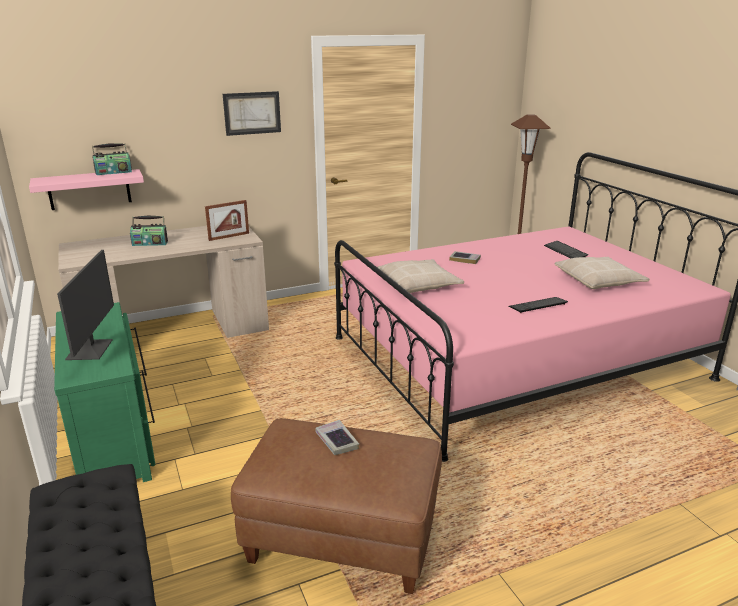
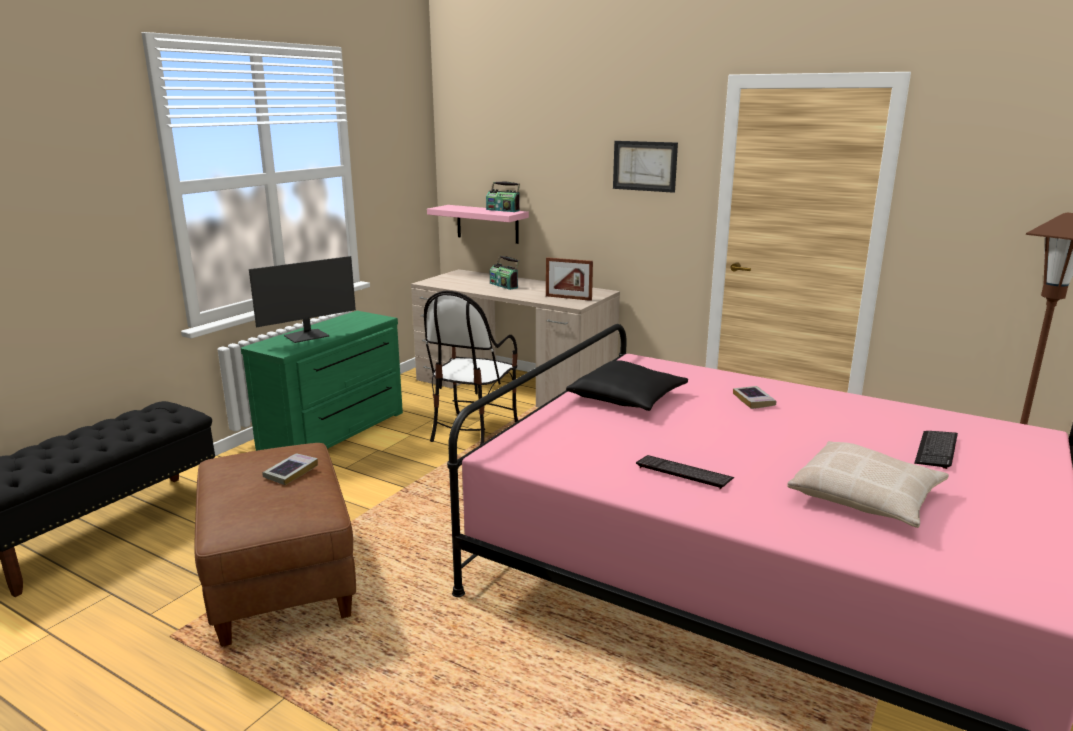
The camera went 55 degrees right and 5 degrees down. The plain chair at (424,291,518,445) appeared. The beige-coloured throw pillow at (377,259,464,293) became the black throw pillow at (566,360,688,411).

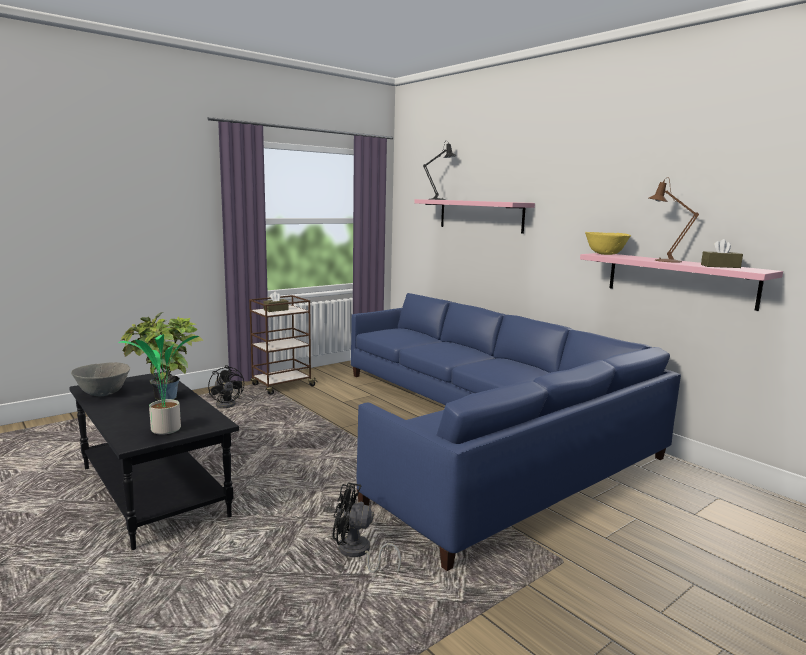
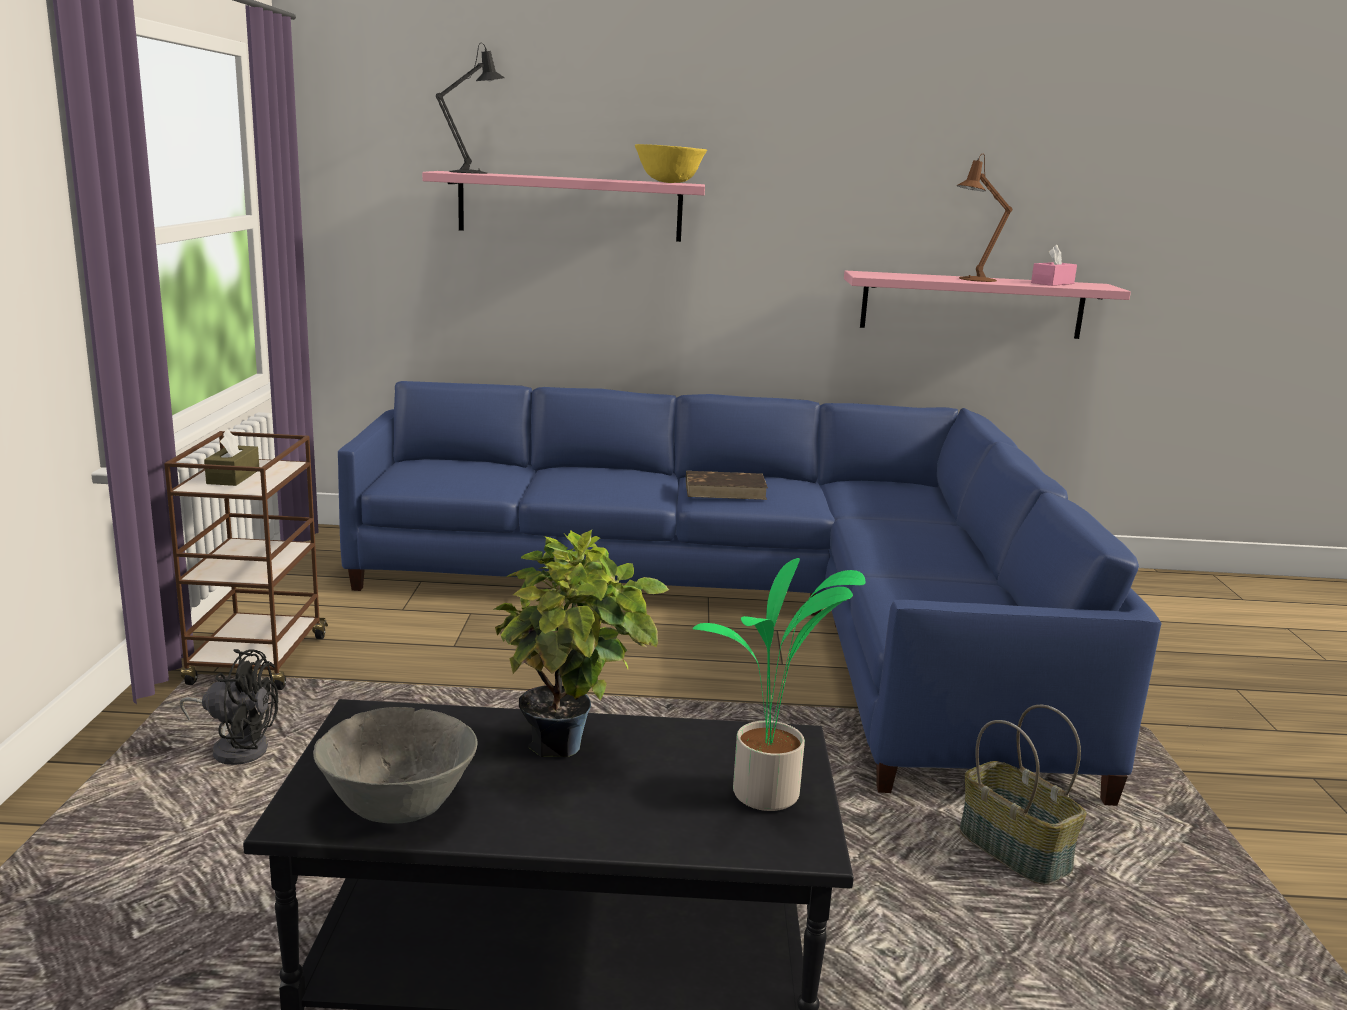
The camera went 50 degrees left and 5 degrees up. The yellowish bowl moved from (585,232,631,255) to (635,144,707,183). The brownish book at (686,471,768,500) appeared. The black fan at (332,482,401,574) was replaced by the basket at (960,705,1086,885). The brownish tissue box at (701,239,743,268) became the pink tissue box at (1031,245,1077,286).

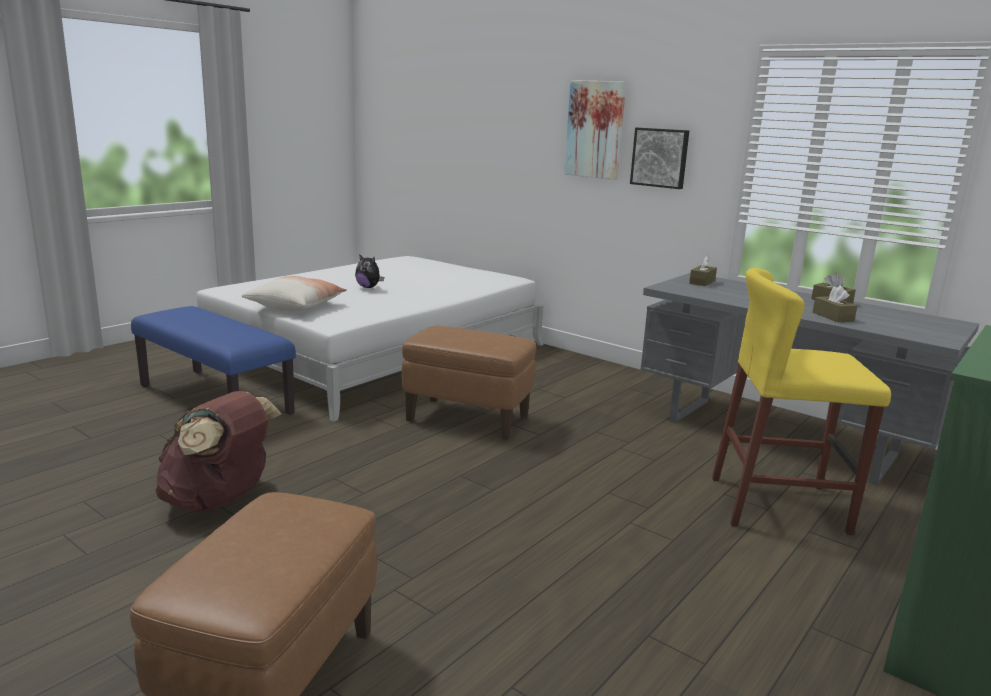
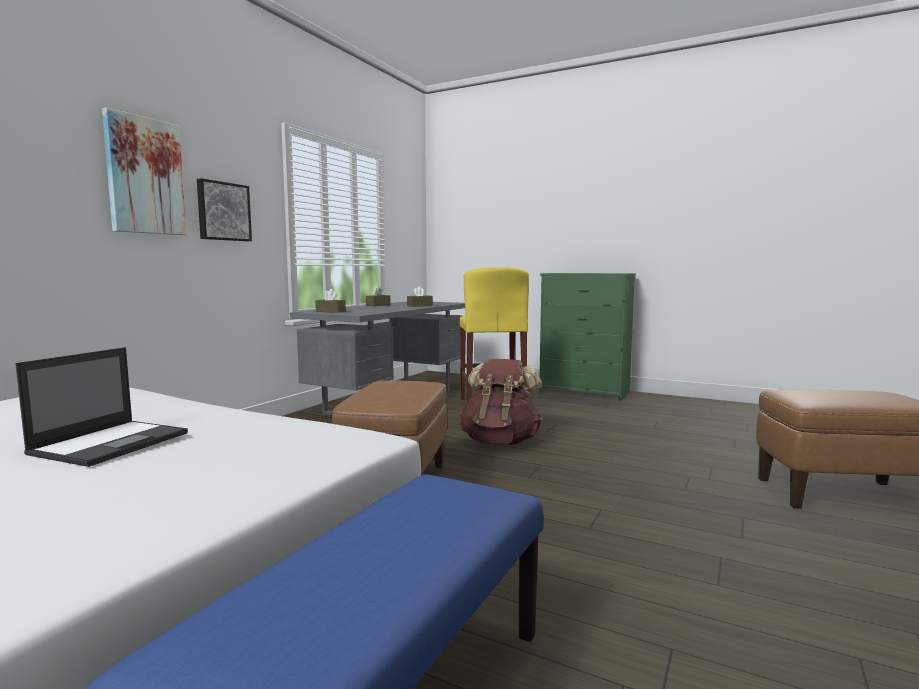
The camera went 100 degrees left and 10 degrees down. The plush toy at (355,254,384,288) was replaced by the notebook computer at (15,347,188,467). The brownish knapsack moved from (156,391,281,512) to (459,359,542,445). The throw pillow at (242,276,347,311) disappeared.

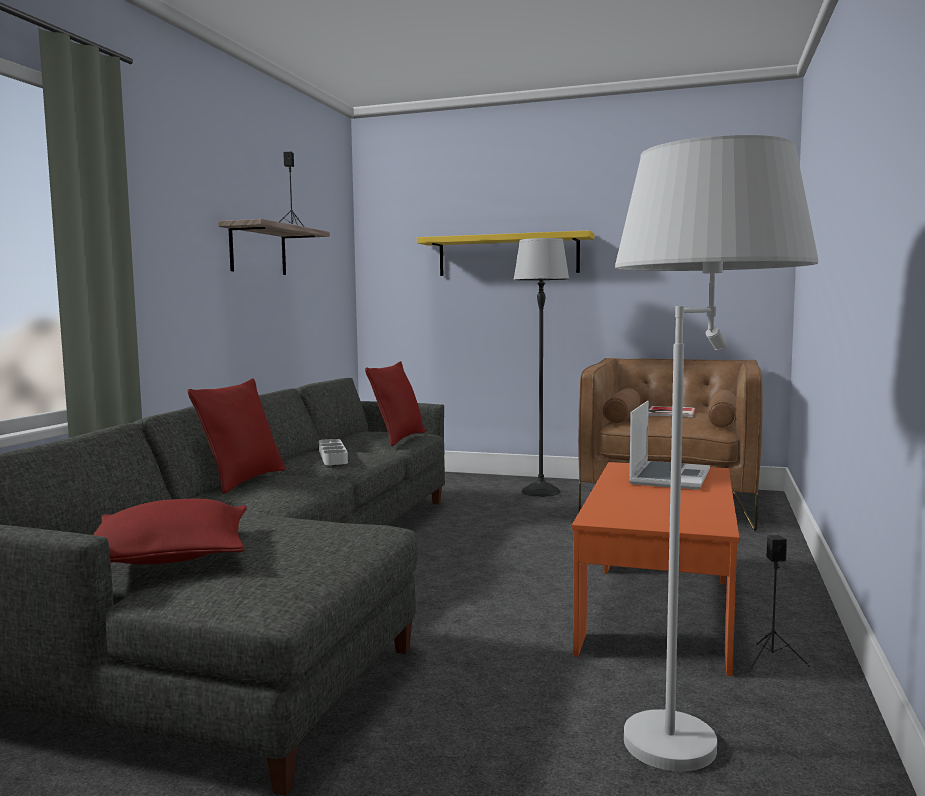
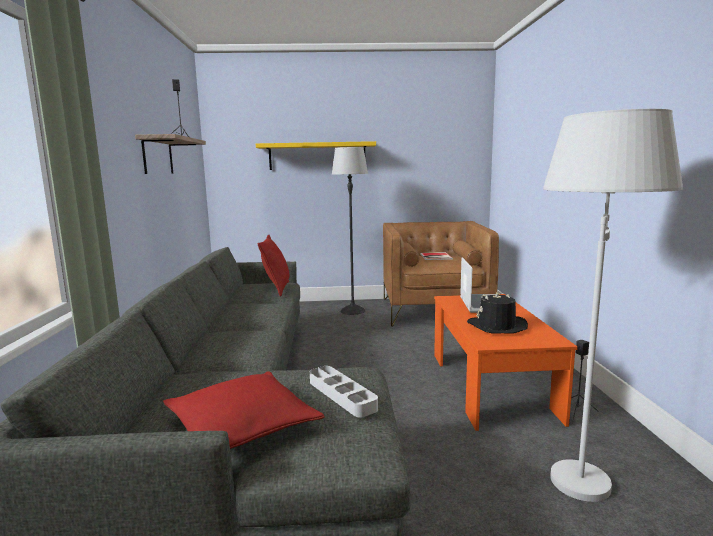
The camera went 20 degrees left and 5 degrees up. The grey carrying tray moved from (319,439,348,465) to (310,366,378,417). The black clothing hat at (467,292,528,334) appeared. The red throw pillow at (187,378,286,494) disappeared.

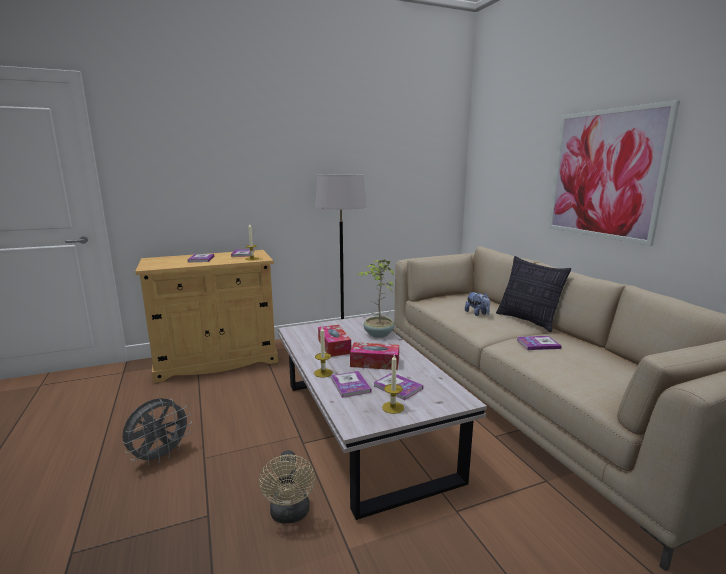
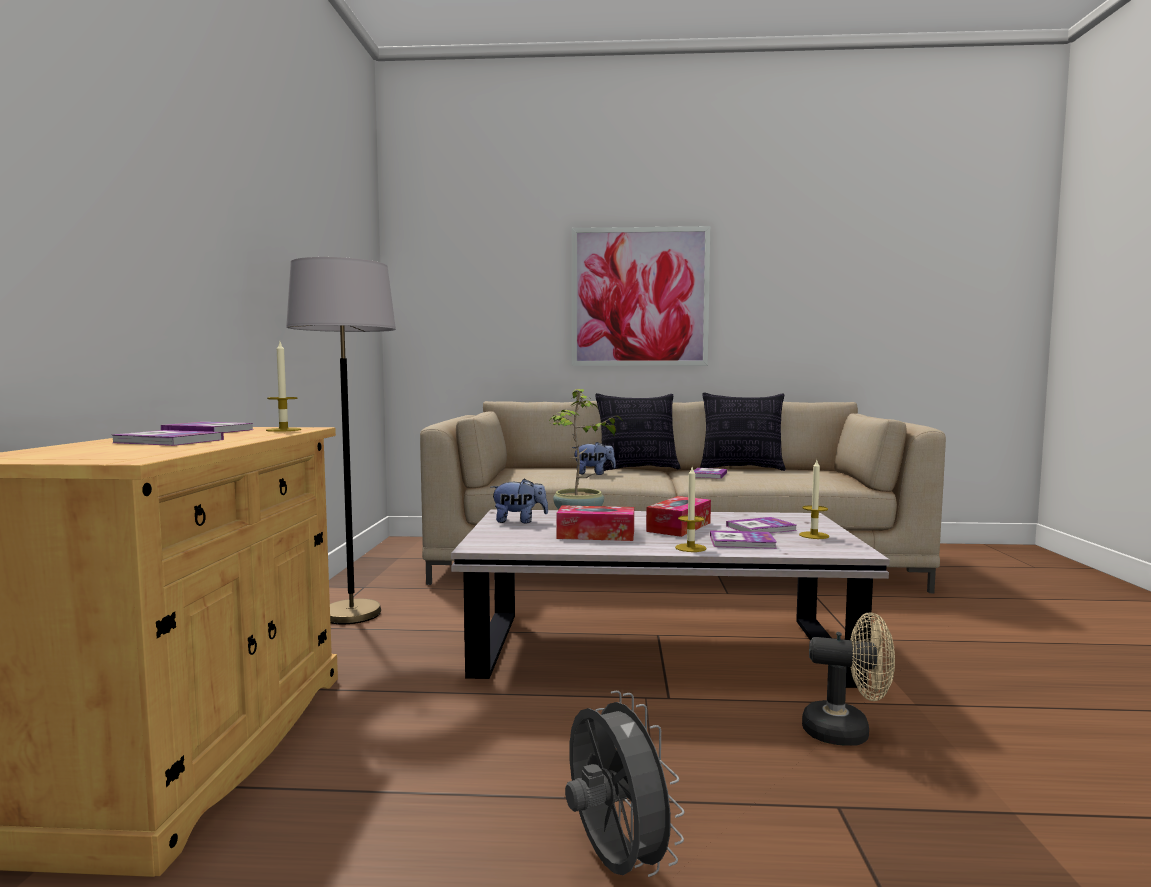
The camera went 65 degrees left and 10 degrees down. The plush toy at (491,479,548,523) appeared. The throw pillow at (700,392,786,471) appeared.

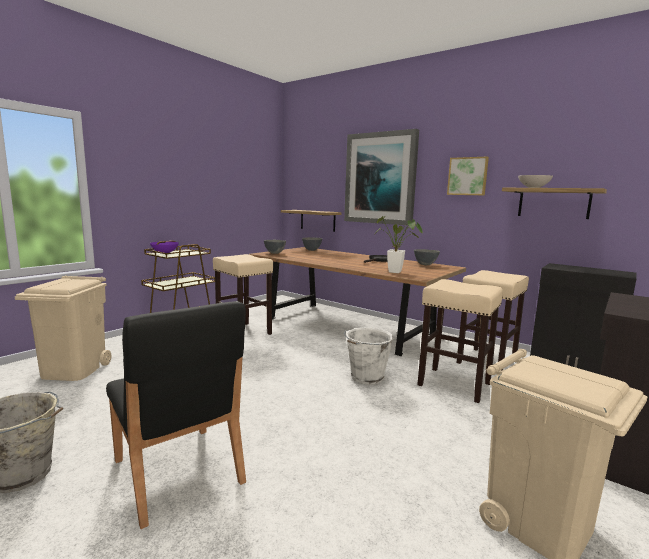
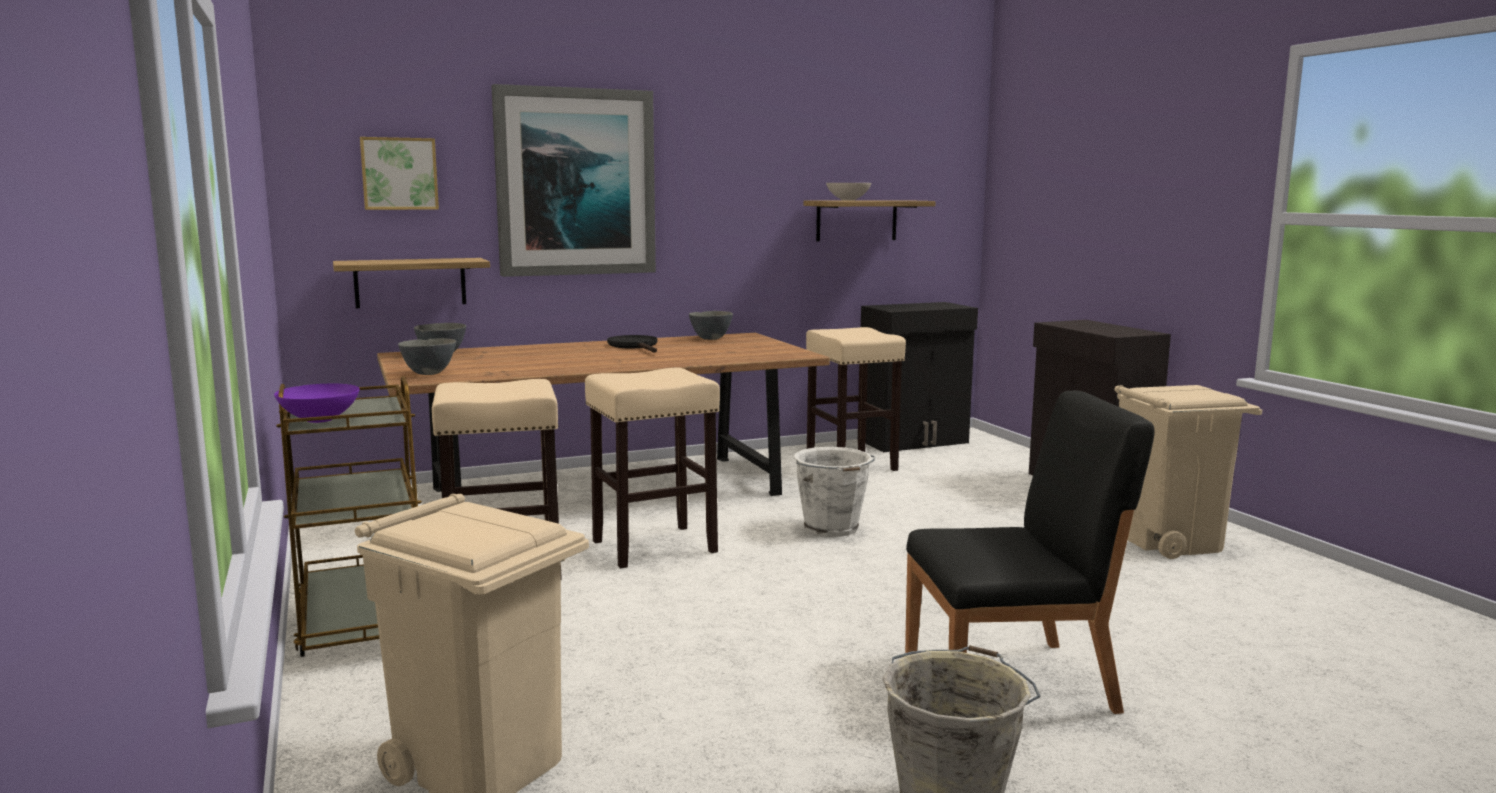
The camera went 60 degrees left and 0 degrees up. The wall art moved from (447,157,489,195) to (360,137,439,210). The beige-coloured stool seat moved from (417,279,503,403) to (585,368,720,568). The potted plant at (375,216,423,273) disappeared.

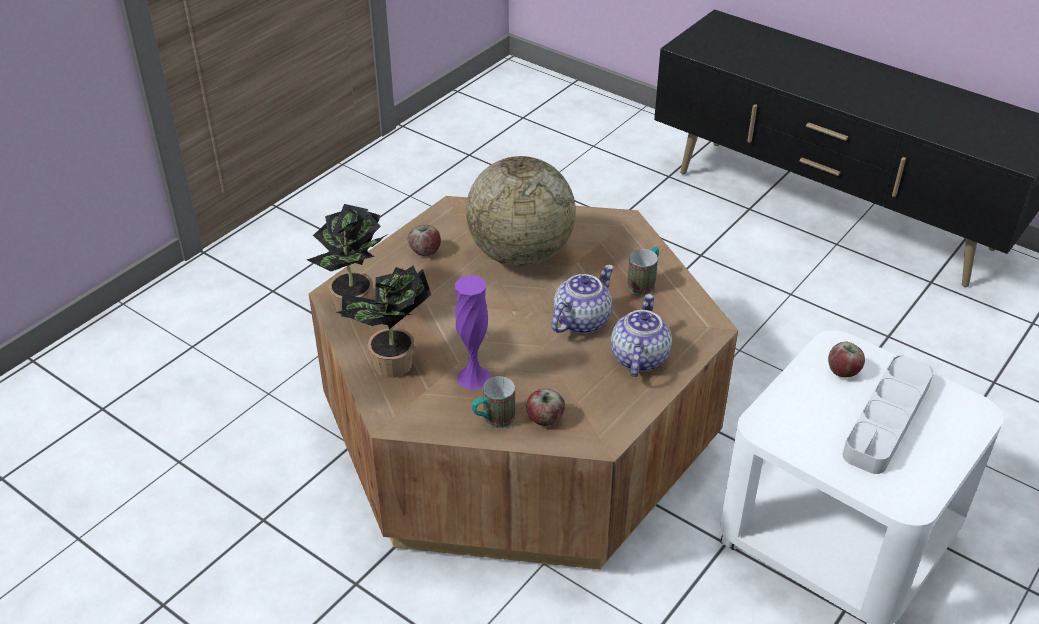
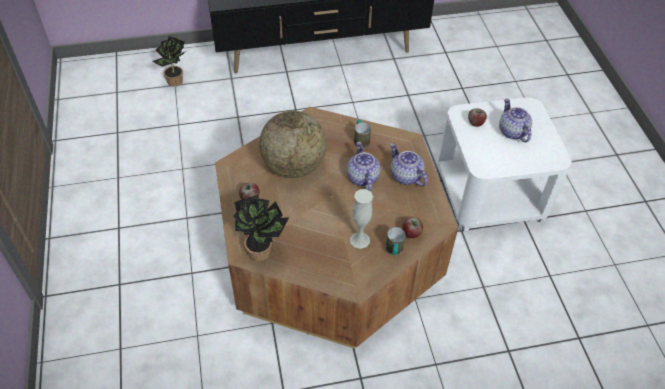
The camera went 50 degrees left and 10 degrees up. The potted plant moved from (337,266,431,378) to (152,36,186,86). The purple-coloured decorative vase at (455,275,491,390) became the white decorative vase at (350,189,373,249). The grey carrying tray at (843,355,934,474) was replaced by the tea pot at (499,98,532,142).

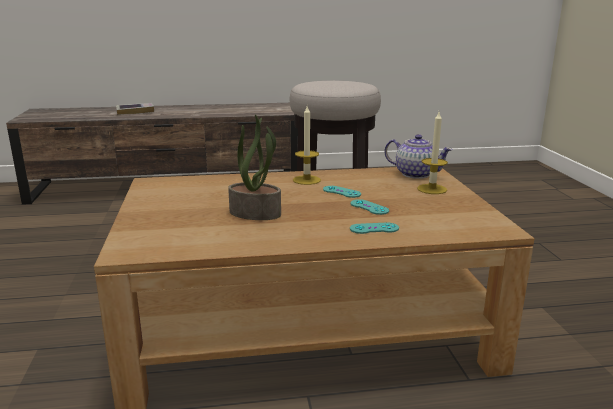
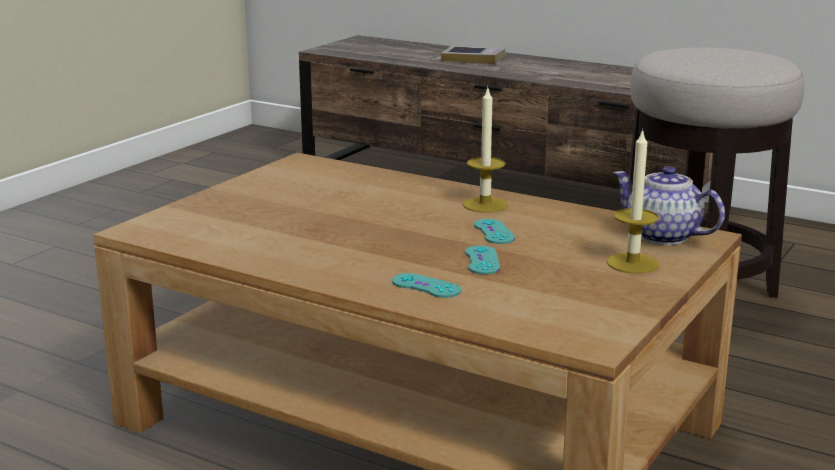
The camera went 40 degrees right and 0 degrees up. The tea pot at (384,134,453,179) turned 150 degrees clockwise. The potted plant at (228,115,281,220) disappeared.

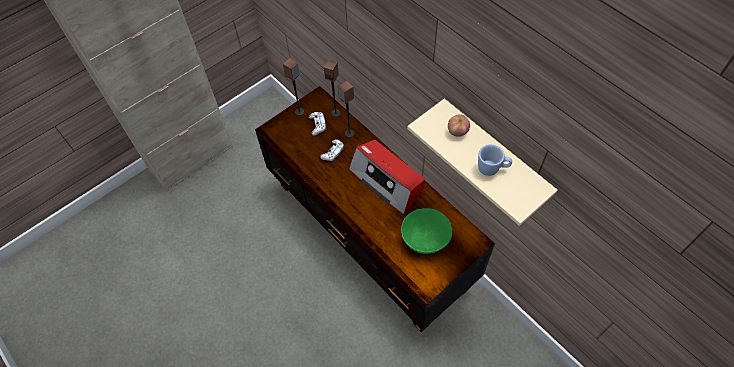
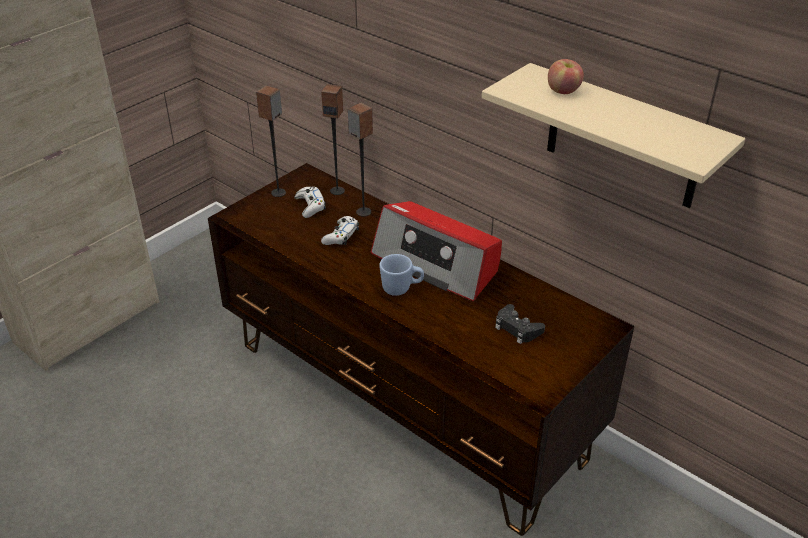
The camera went 10 degrees left and 20 degrees down. The bluish mug moved from (478,144,512,176) to (379,254,424,296). The green-coloured bowl at (401,208,452,254) was replaced by the black joypad at (495,304,545,344).

